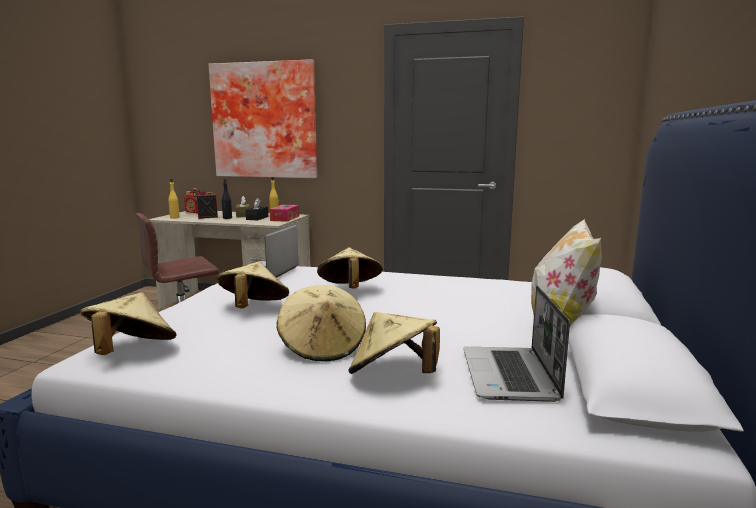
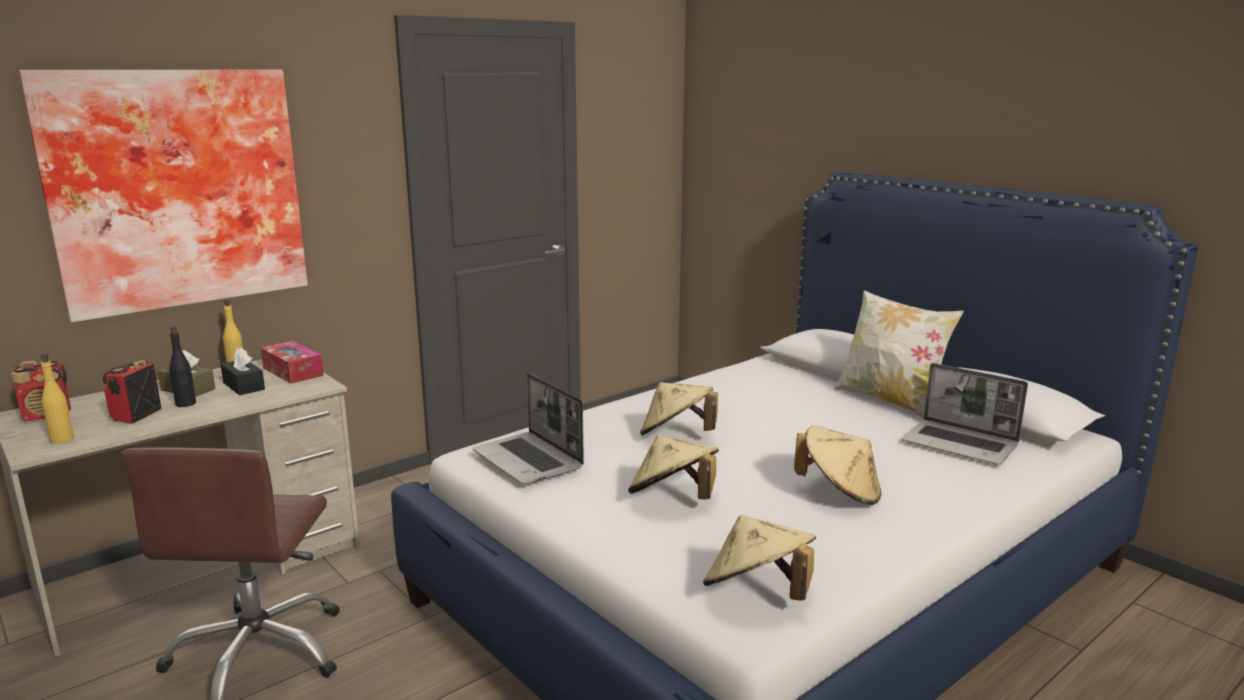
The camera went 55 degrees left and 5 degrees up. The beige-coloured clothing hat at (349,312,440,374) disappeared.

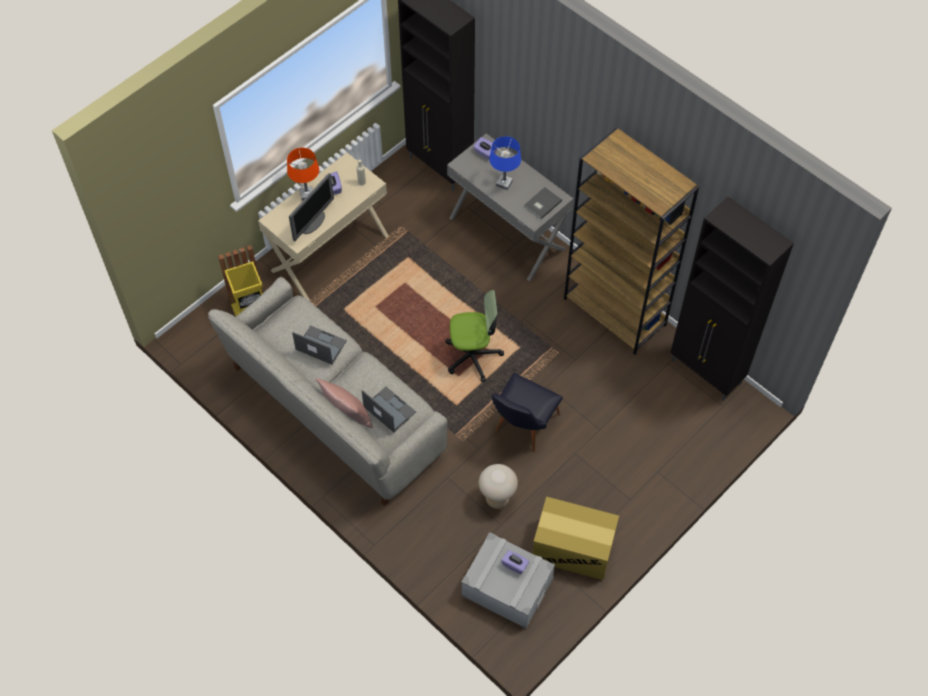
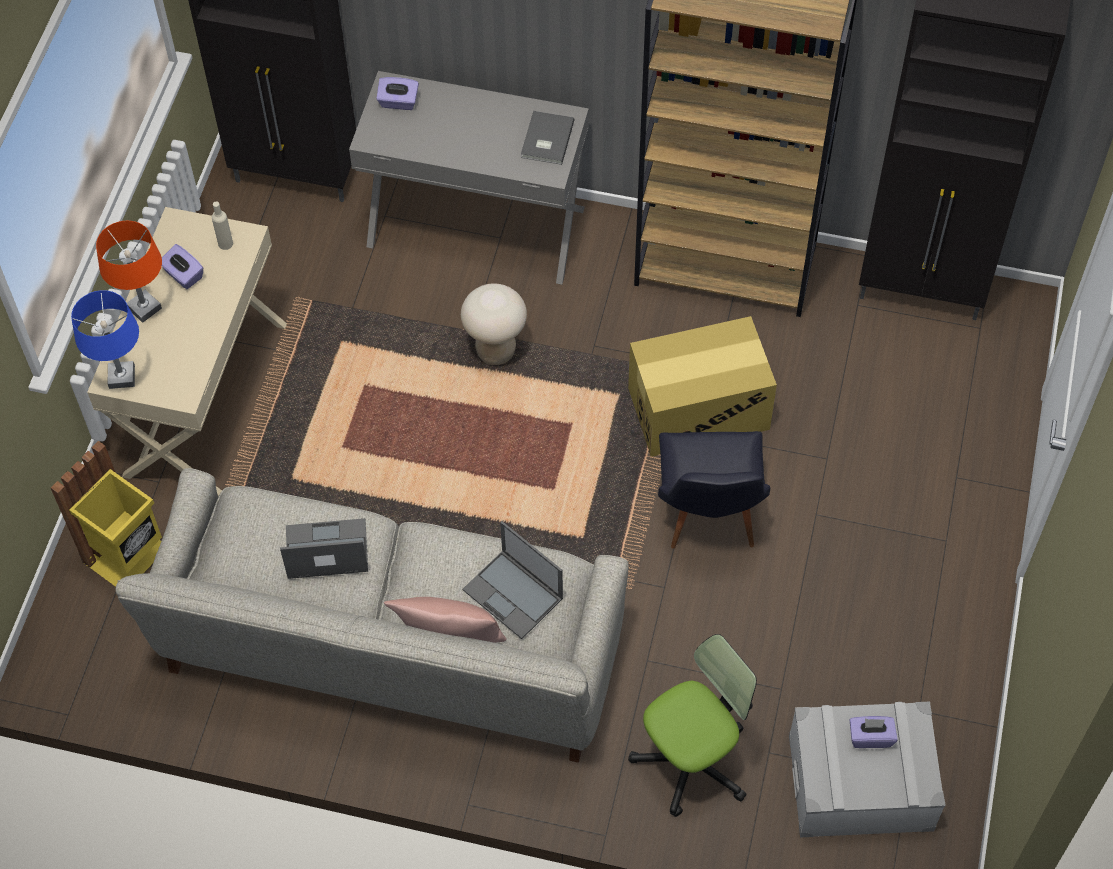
The camera went 30 degrees left and 0 degrees up. The bluish lamp for a table moved from (489,136,521,190) to (71,290,139,389). The beige-coloured stool seat moved from (479,464,518,509) to (461,283,527,365). The notebook computer at (362,387,416,432) turned 150 degrees counterclockwise. The carton moved from (532,497,619,580) to (628,316,777,457). The desk chair moved from (446,290,504,382) to (628,634,757,817). The computer display at (289,173,334,241) disappeared.

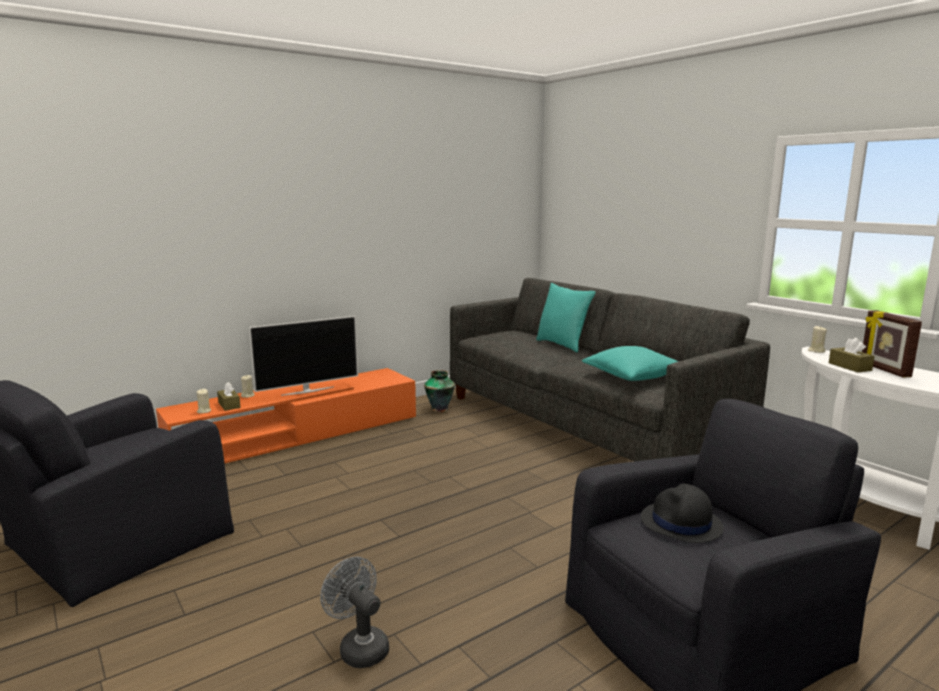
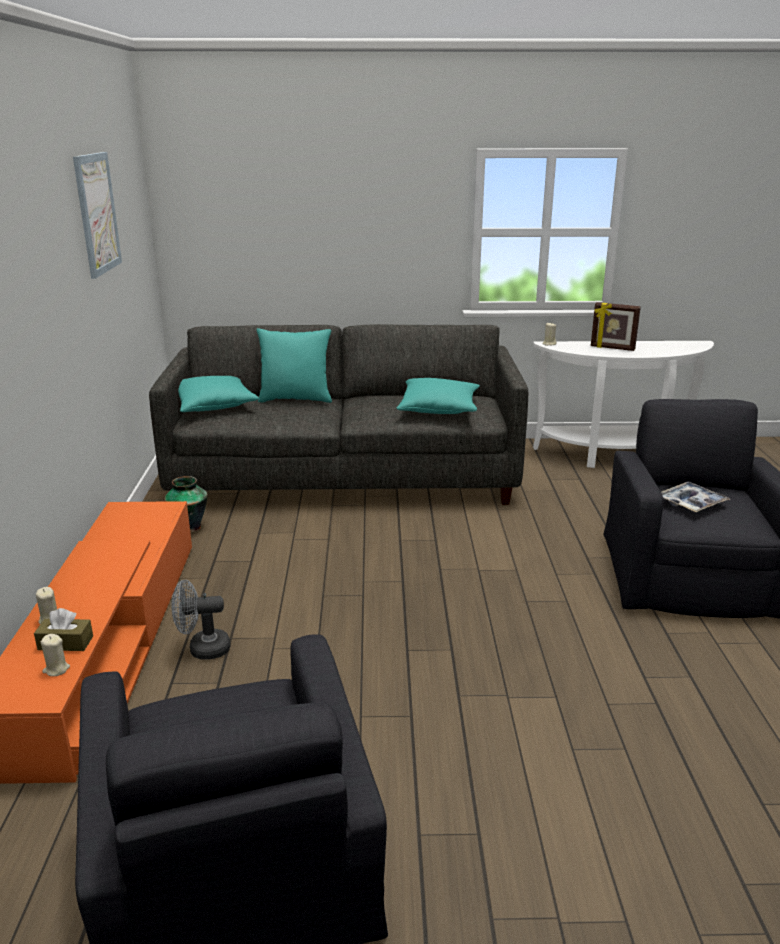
The camera went 55 degrees left and 10 degrees up. The wall art at (73,152,122,279) appeared. The grey fan moved from (320,557,389,668) to (172,580,231,660). The turquoise-coloured throw pillow at (178,376,259,412) appeared. The black clothing hat at (641,484,724,543) was replaced by the carrying tray at (661,482,730,513). The TV set at (249,316,358,396) disappeared. The brownish tissue box at (829,338,875,372) disappeared.

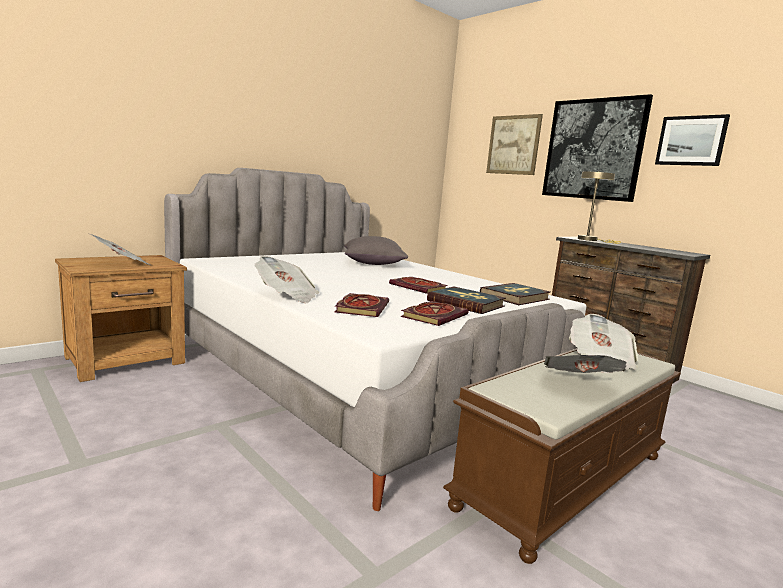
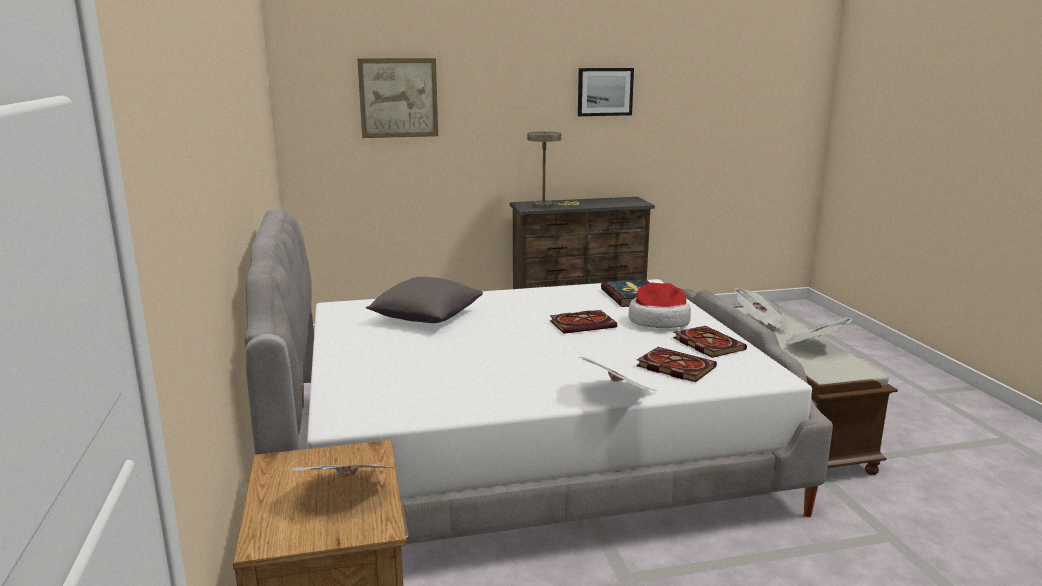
The camera went 60 degrees left and 5 degrees up. The book at (427,287,506,314) was replaced by the clothing hat at (629,283,691,328). The wall art at (542,94,653,202) disappeared.

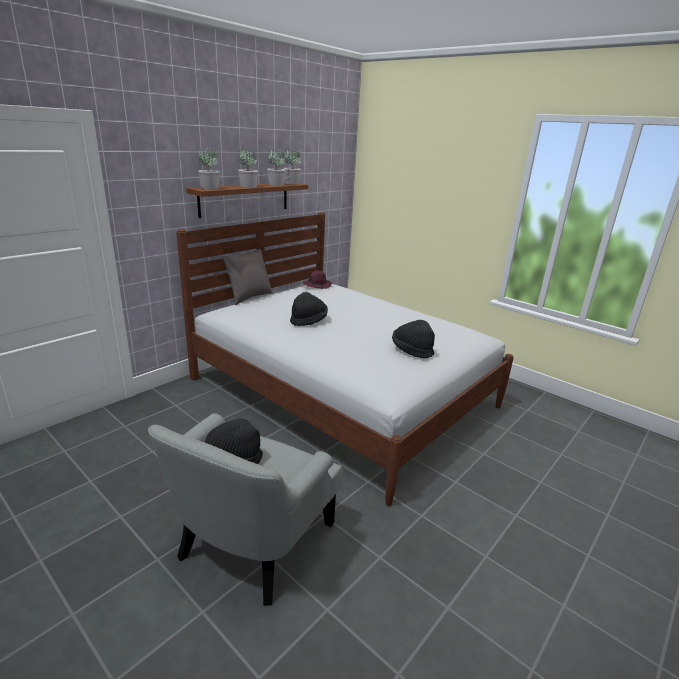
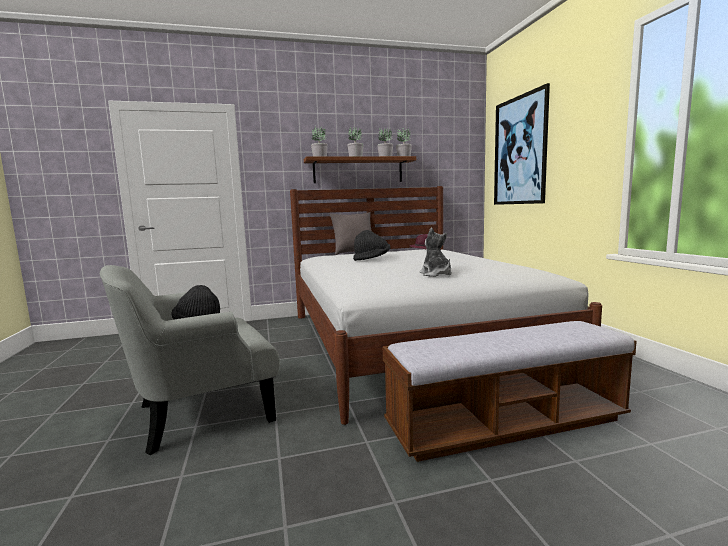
The camera went 35 degrees right and 15 degrees down. The long seat at (383,321,637,462) appeared. The black clothing hat at (392,320,435,358) was replaced by the plush toy at (419,228,452,277). The wall art at (494,83,550,205) appeared.

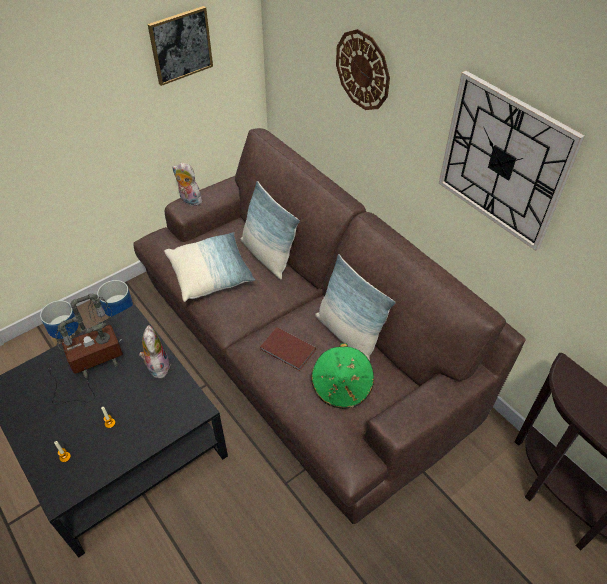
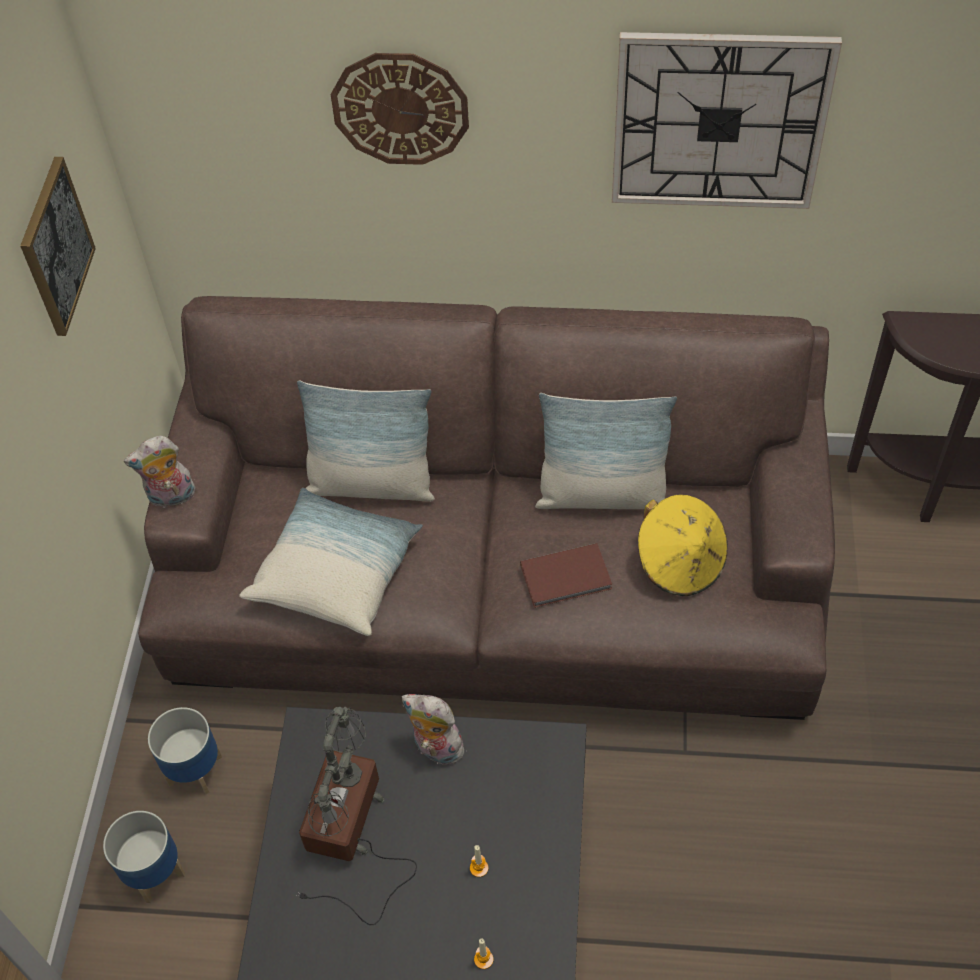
The camera went 45 degrees left and 5 degrees up. The green-coloured clothing hat at (311,343,374,409) became the yellowish clothing hat at (638,495,728,596).

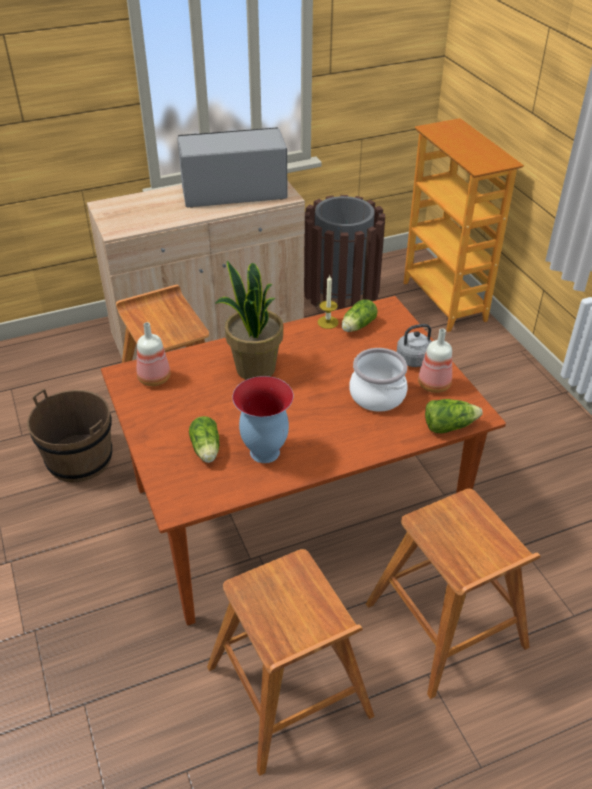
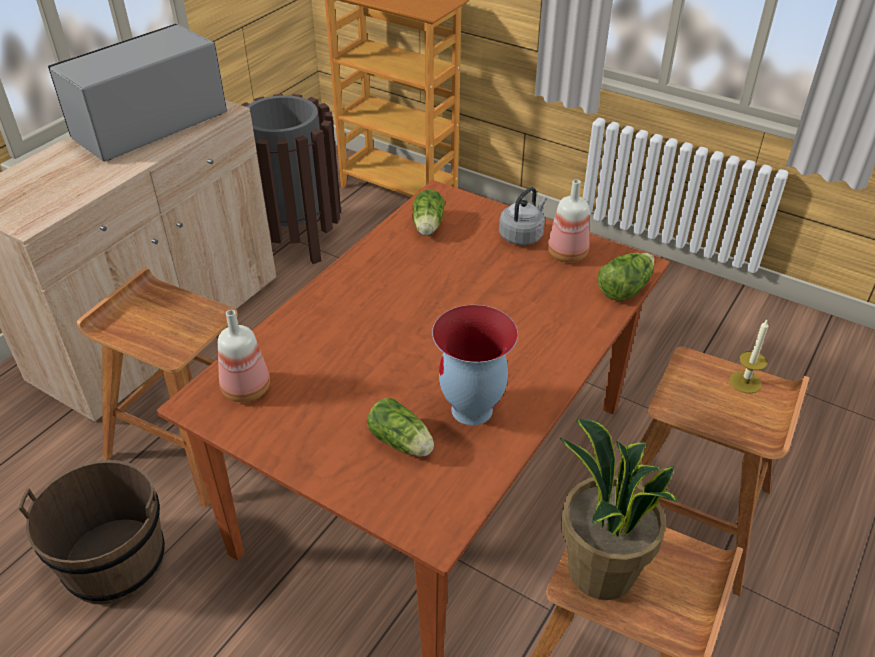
The camera went 35 degrees left and 0 degrees up. The potted plant moved from (215,261,283,380) to (559,419,678,600). The candle moved from (318,274,339,329) to (730,320,768,394). The stockpot at (349,348,407,412) disappeared.

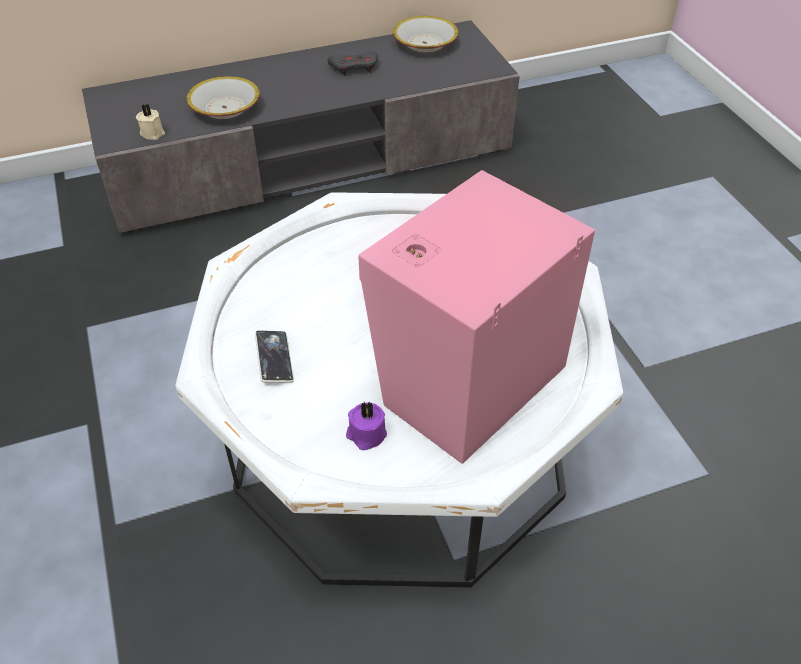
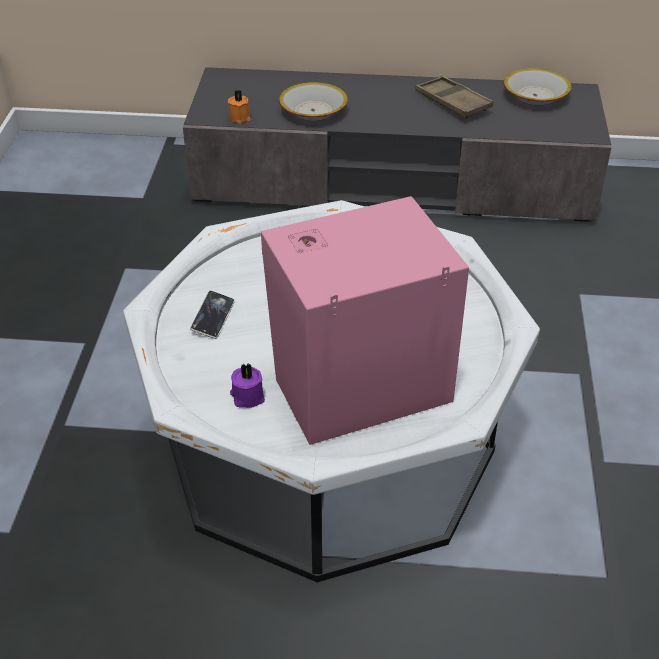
The camera went 25 degrees right and 5 degrees down. The beige-coloured candle at (136,103,165,140) became the orange-coloured candle at (228,90,251,124). The grey joypad at (328,51,378,76) was replaced by the brownish carrying tray at (415,76,493,118).

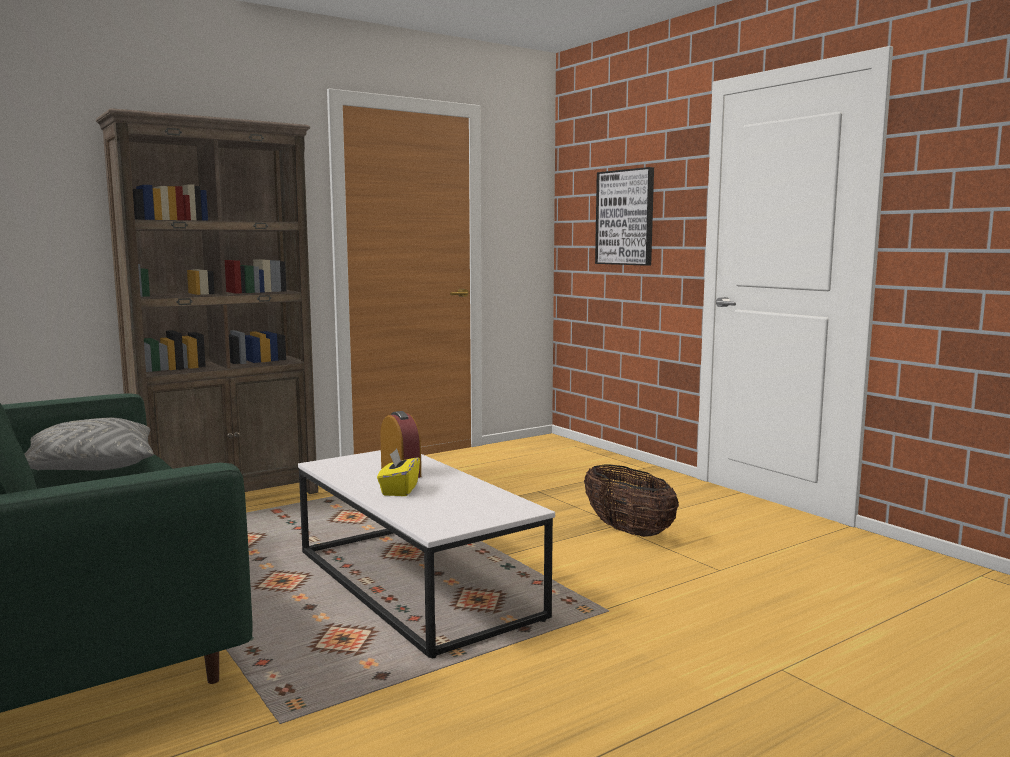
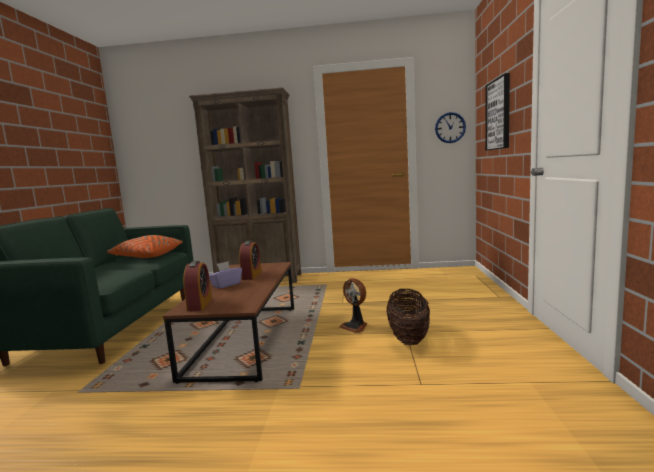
The camera went 40 degrees right and 0 degrees up. The grey throw pillow at (24,418,154,471) became the orange-coloured throw pillow at (107,235,183,258). The white low table at (298,450,555,658) became the brownish low table at (163,262,294,384). The alarm clock at (183,261,212,311) appeared. The yellowish tissue box at (377,449,420,496) became the purple-coloured tissue box at (209,261,242,289). The fan at (339,278,367,333) appeared. The clock on the wall at (435,112,466,143) appeared.

